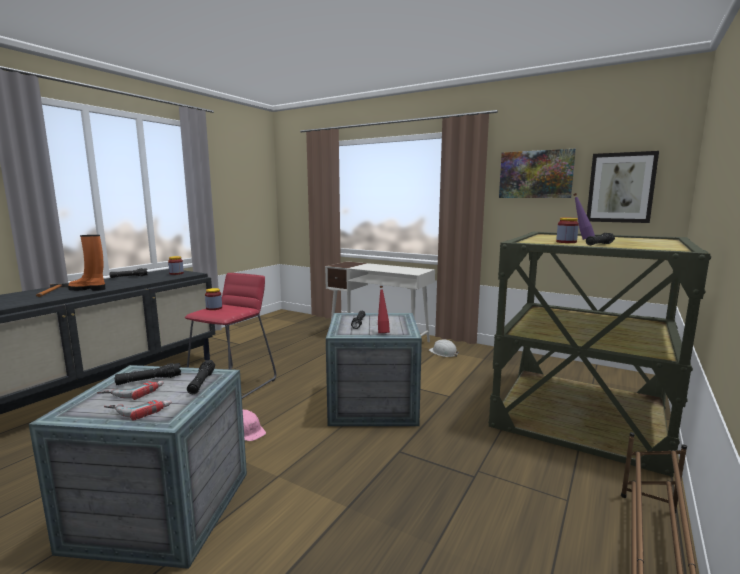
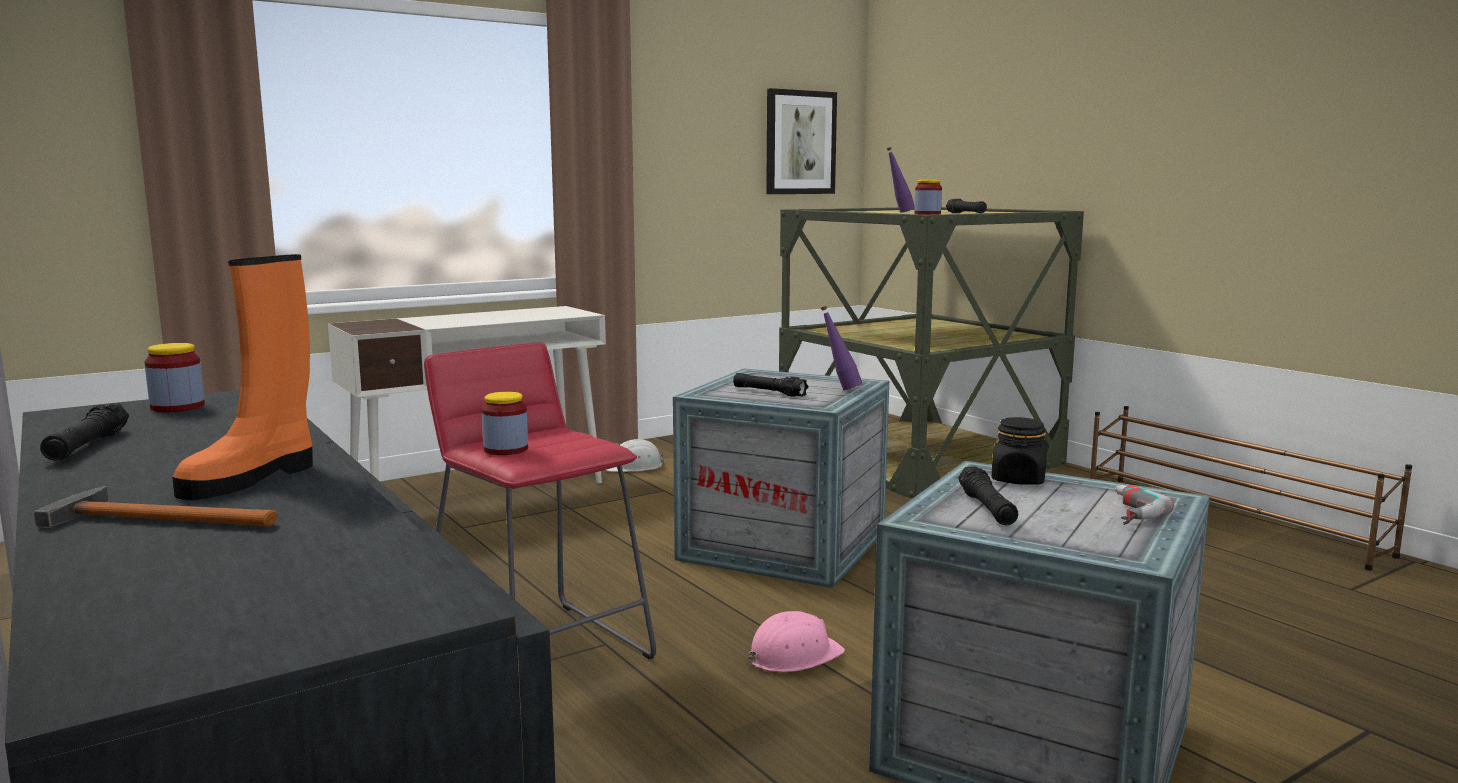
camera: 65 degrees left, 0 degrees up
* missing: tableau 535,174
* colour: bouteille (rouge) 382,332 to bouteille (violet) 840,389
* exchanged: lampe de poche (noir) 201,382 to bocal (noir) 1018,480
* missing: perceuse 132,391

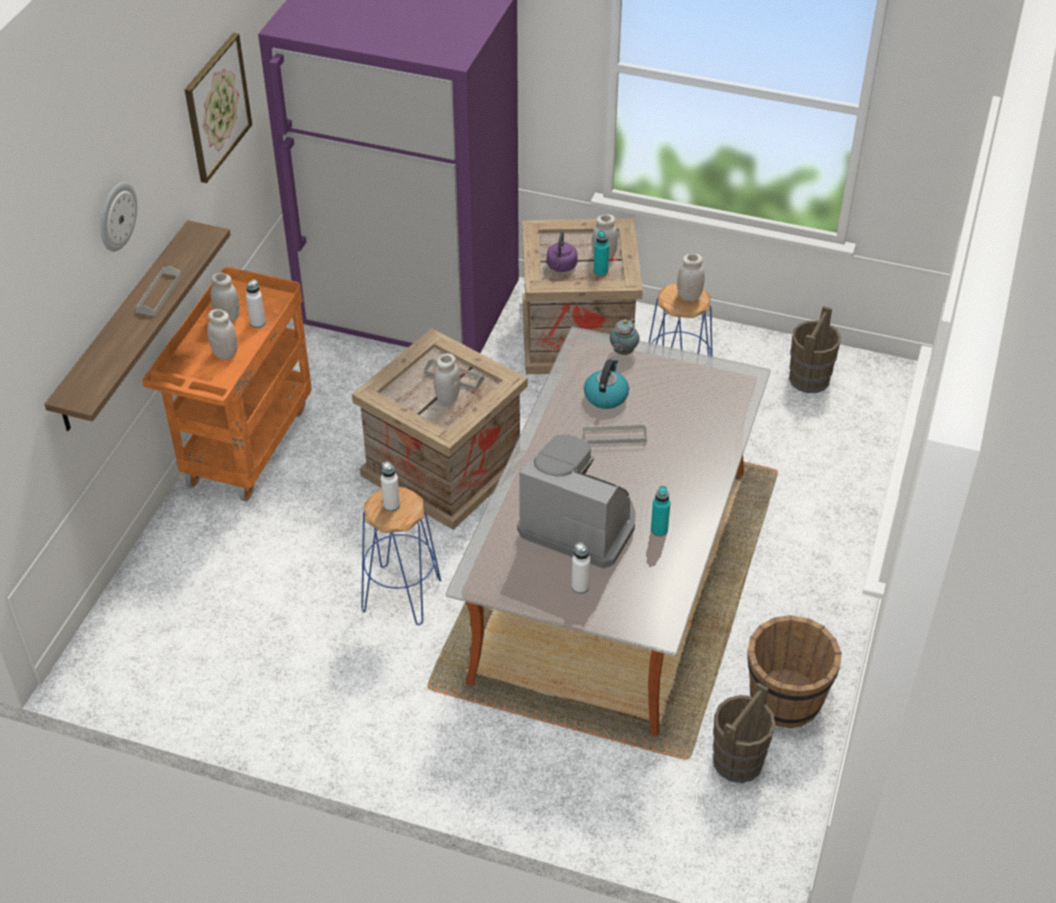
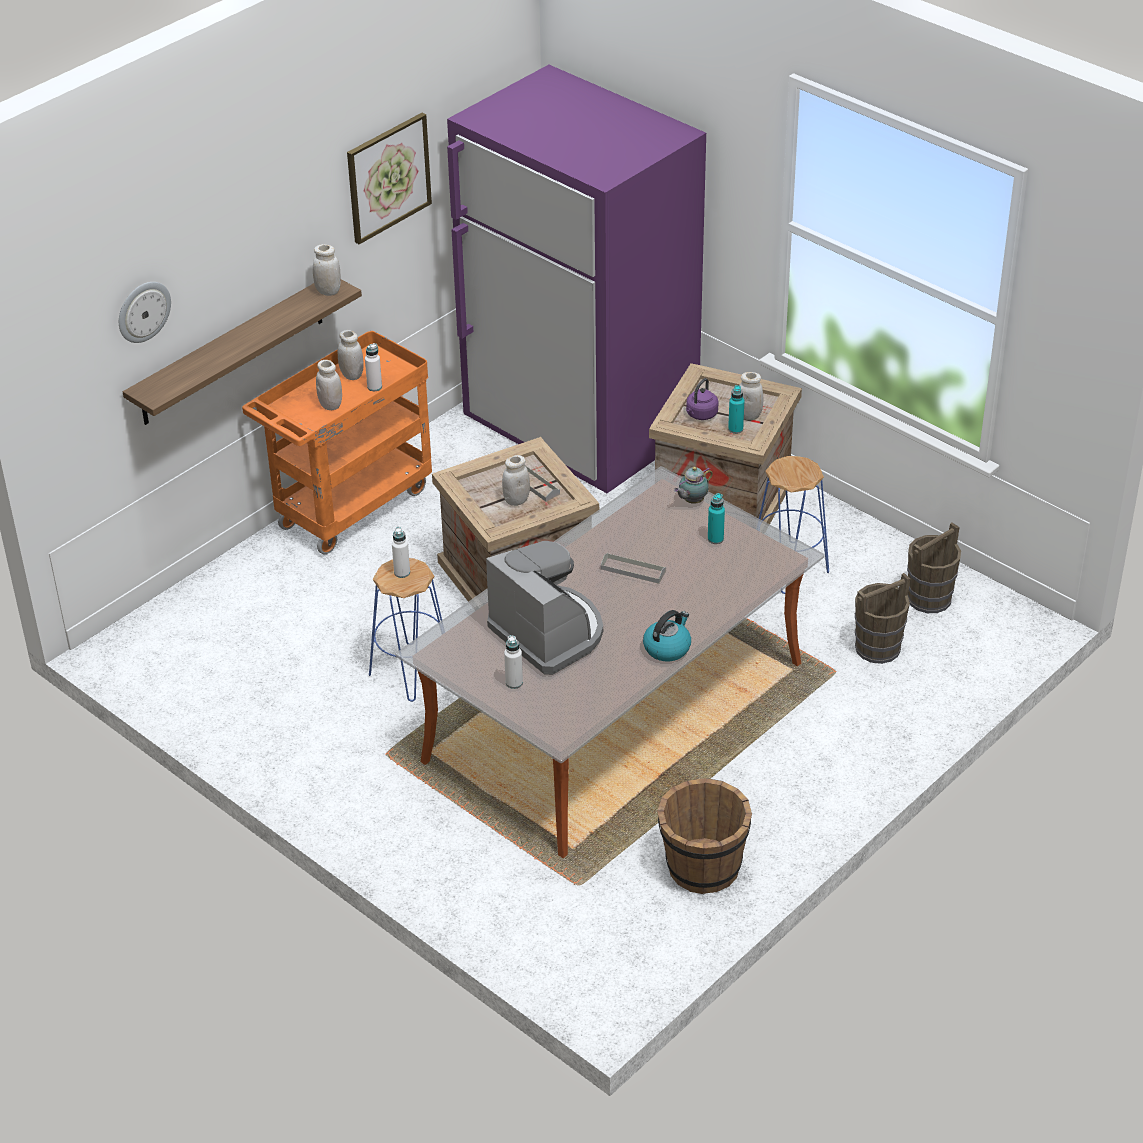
camera: 25 degrees right, 5 degrees down
* relocated: horloge murale 116,216 to 143,311
* relocated: bocal (blanc) 689,296 to 328,291
* missing: plateau (gris) 159,294
* relocated: bouilloire 606,395 to 667,648
* relocated: bouteille (turquoise) 659,530 to 715,539
* relocated: seau (marron) 738,761 to 878,648

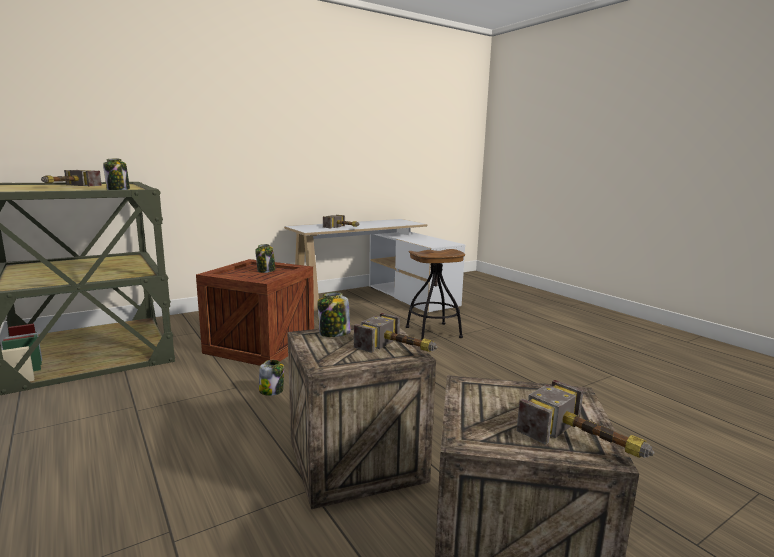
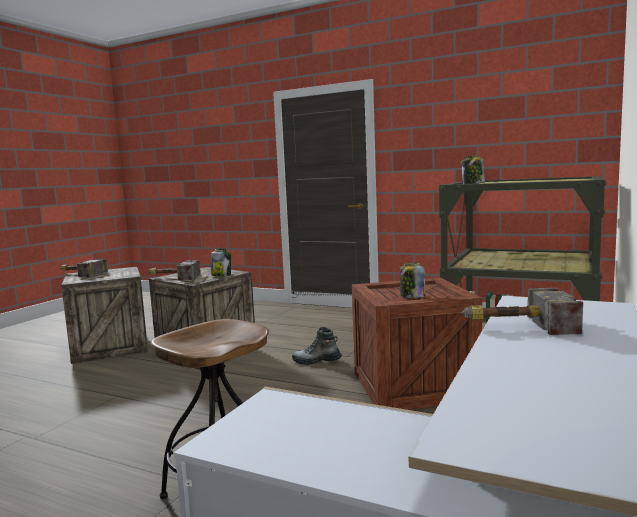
camera: 150 degrees right, 5 degrees down
* missing: marteau 67,186
* exchanged: bocal 272,391 to botte 316,361

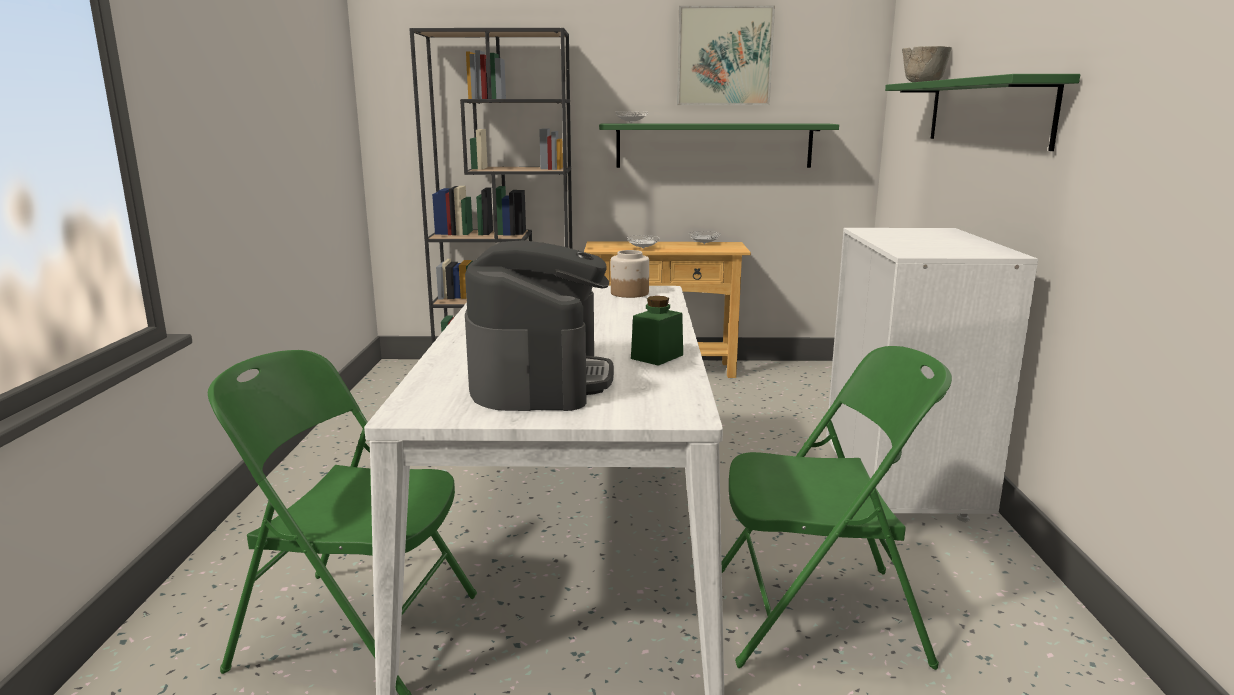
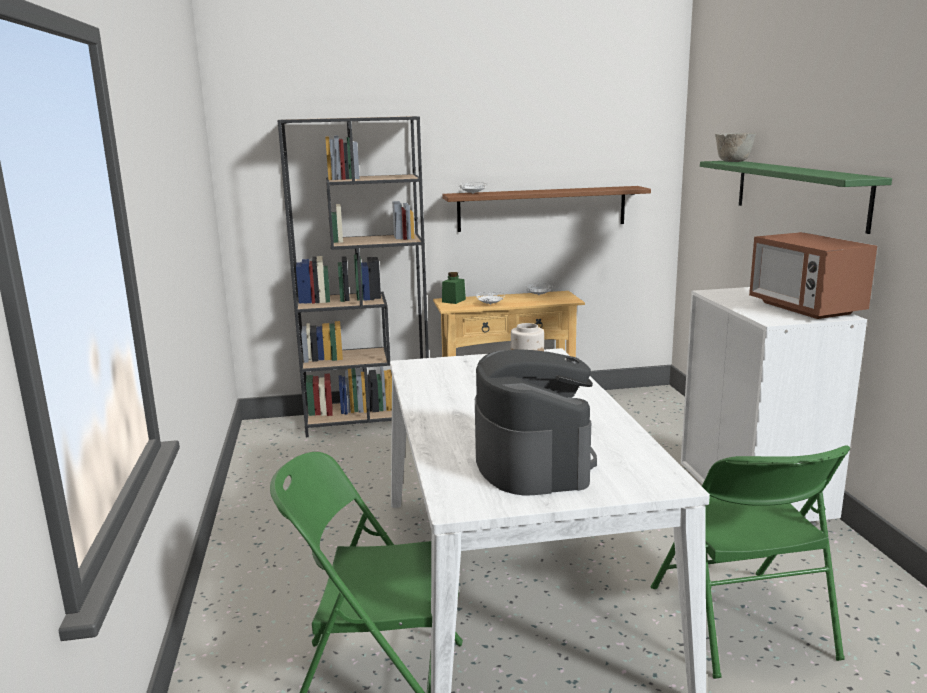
camera: 10 degrees left, 0 degrees up
* missing: tableau 724,56
* colour: étagère (vert) 714,145 to étagère (marron) 542,208
* relocated: bocal (vert) 657,357 to 453,301
* spun: chaise (vert) 817,615 = 739,621 90 degrees clockwise
* appeared: micro-ondes 805,308

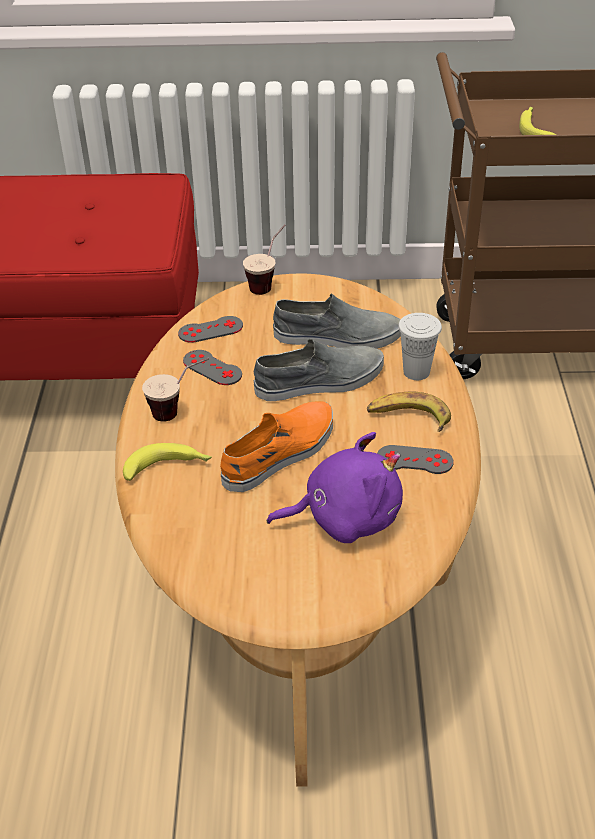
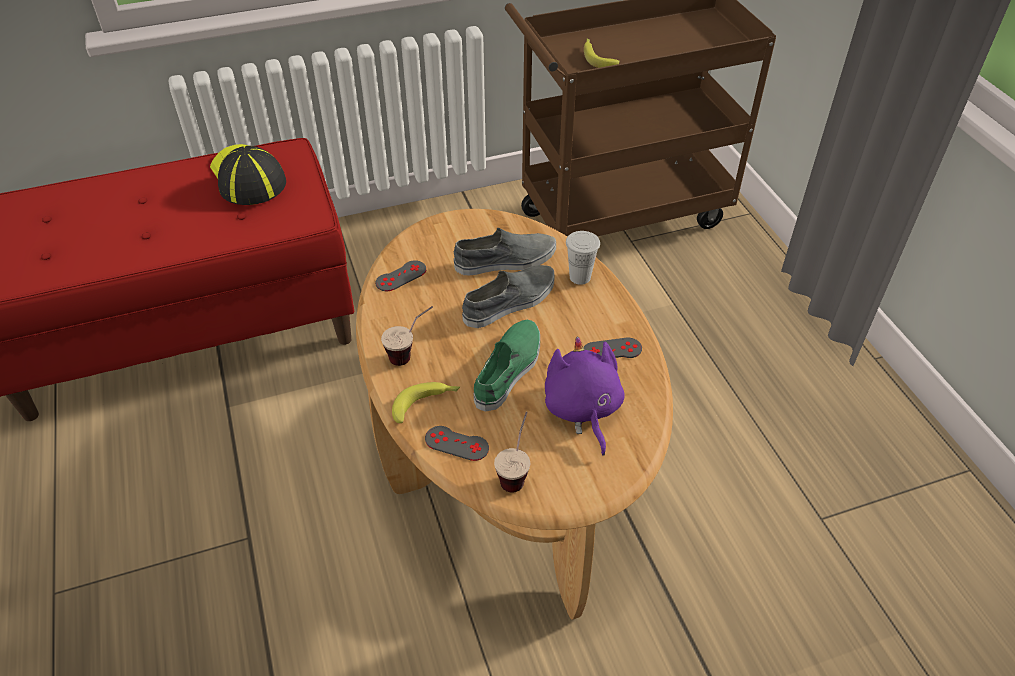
camera: 20 degrees left, 5 degrees up
* relocated: tasse 268,283 to 516,471
* relocated: manette (gris) 212,368 to 456,443
* missing: banane 408,417
* colour: chaussure (orange) 280,453 to chaussure (vert) 508,369
* spun: peluche (violet) 345,517 = 582,410 75 degrees counterclockwise
* appeared: casquette 247,178

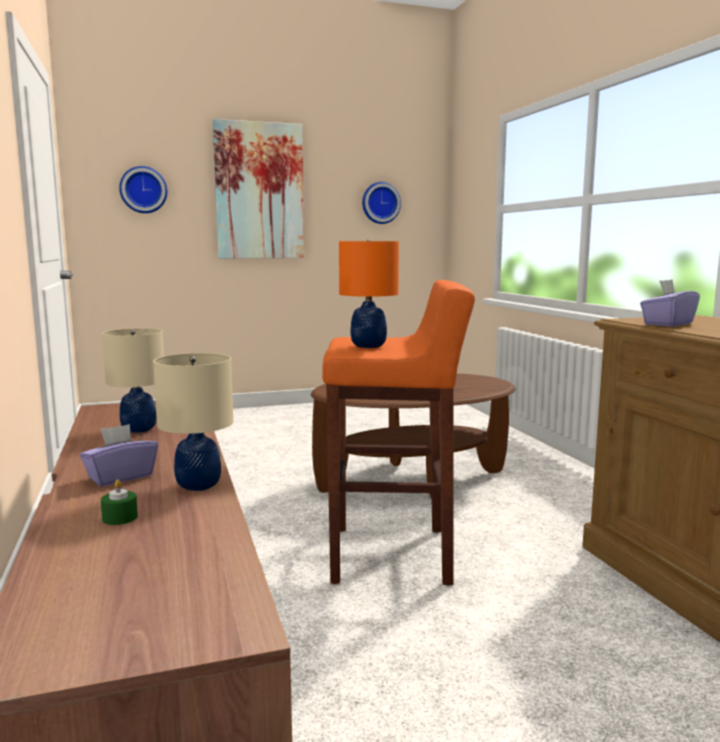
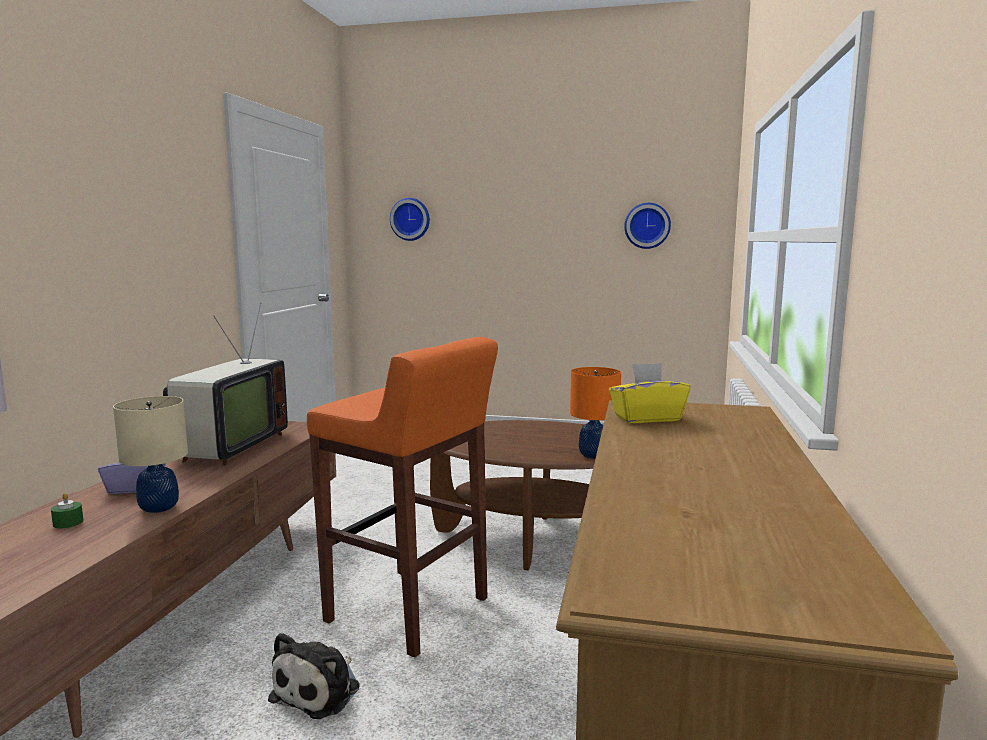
camera: 30 degrees right, 0 degrees up
* missing: tableau 259,191
* relocated: lampe de table (orange) 367,346 to 593,455
* colour: boîte à mouchoirs (violet) 667,324 to boîte à mouchoirs (jaune) 647,418
* exchanged: lampe de table (beige) 137,430 to téléviseur 228,447
* appeared: peluche 319,691

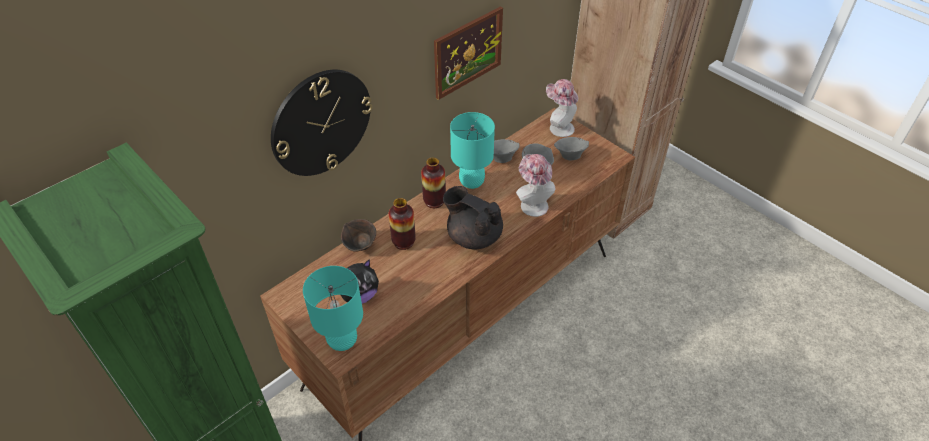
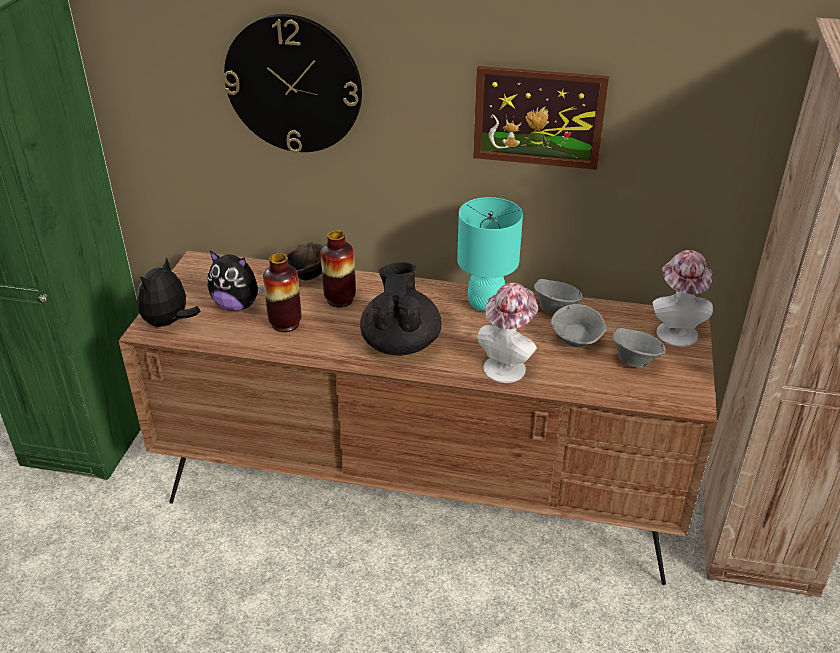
camera: 55 degrees right, 10 degrees down
* relocated: vase 434,201 to 285,324
* exchanged: lampe de table (turquoise) 344,341 to peluche 169,323

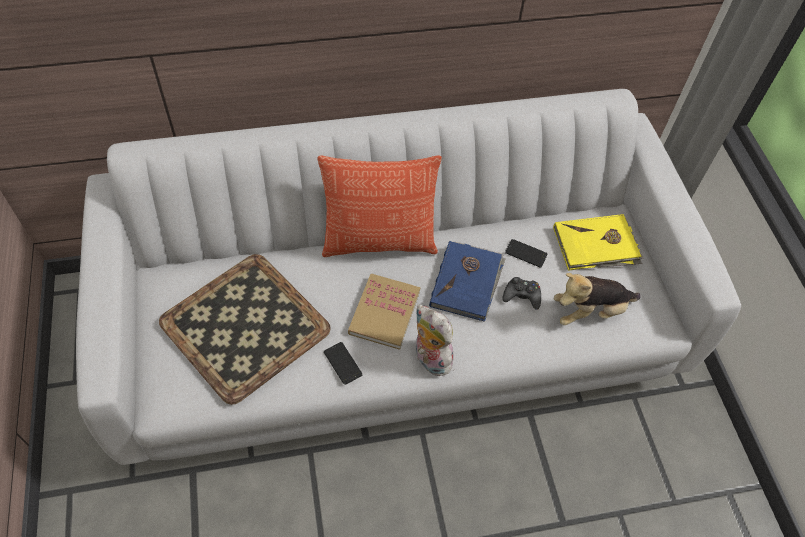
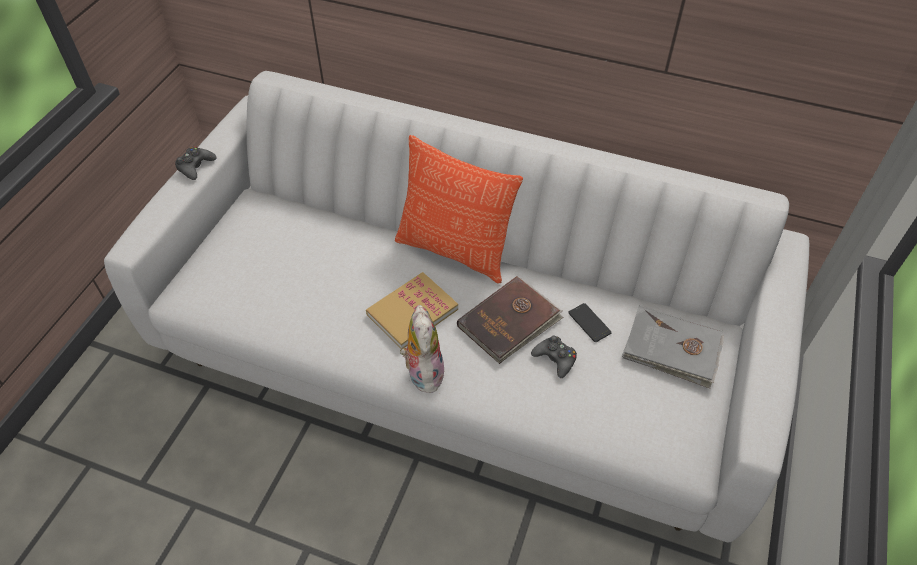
camera: 35 degrees right, 5 degrees down
* colour: livre (jaune) 596,245 to livre (gris) 672,349
* colour: livre (bleu) 467,282 to livre (marron) 510,322
* missing: plateau 243,326
* missing: peluche 590,311
* missing: téléphone 342,363
* appeared: manette (noir) 195,166

